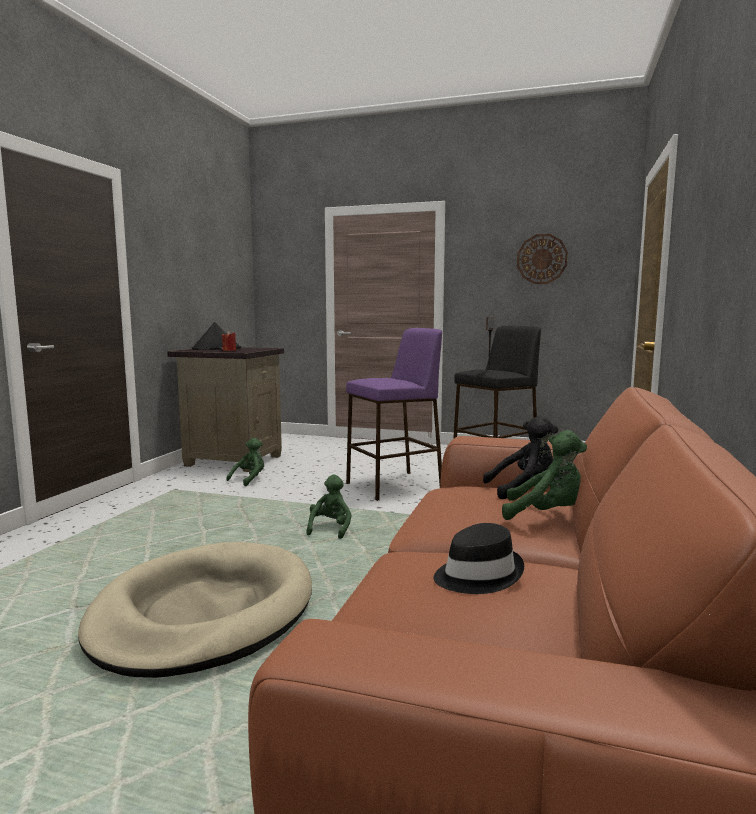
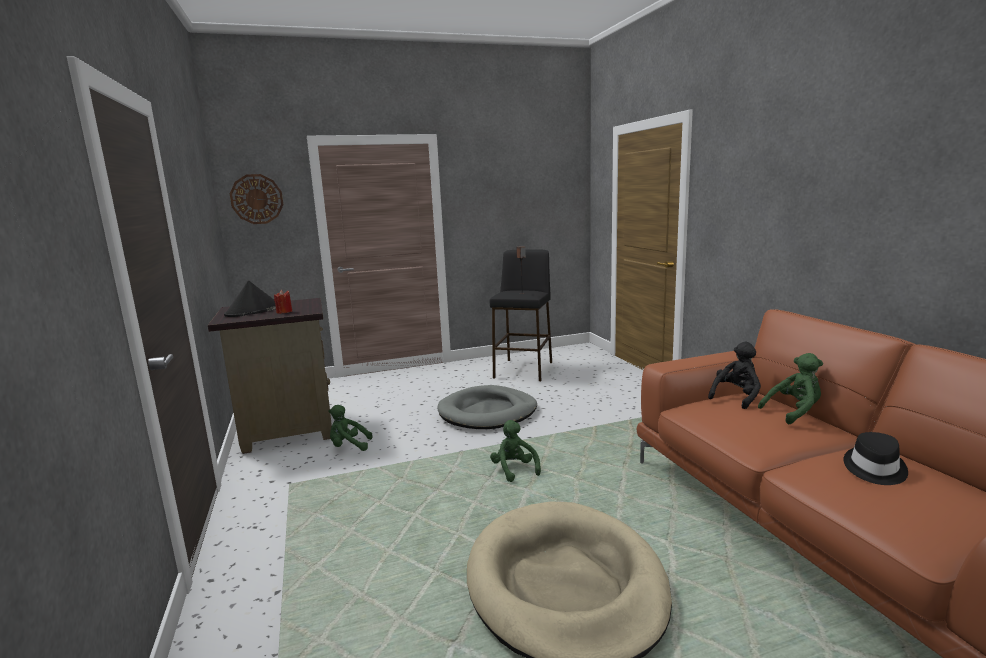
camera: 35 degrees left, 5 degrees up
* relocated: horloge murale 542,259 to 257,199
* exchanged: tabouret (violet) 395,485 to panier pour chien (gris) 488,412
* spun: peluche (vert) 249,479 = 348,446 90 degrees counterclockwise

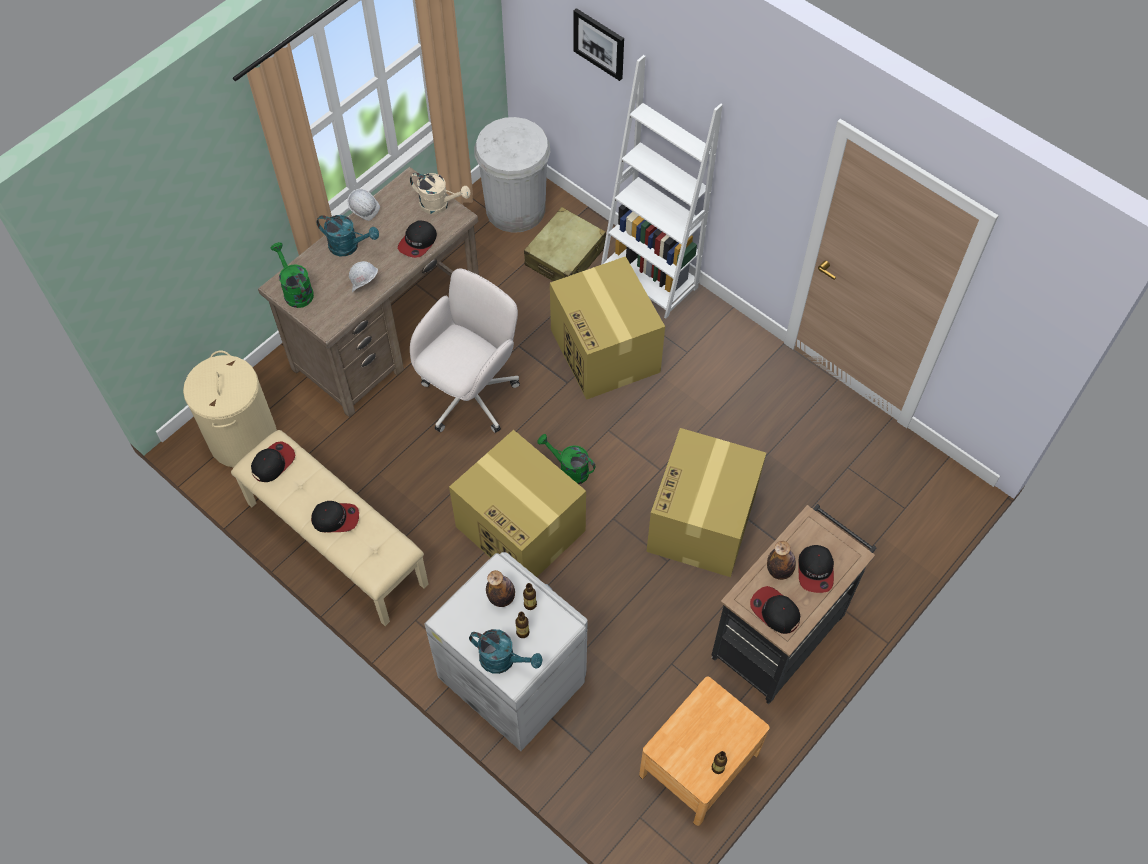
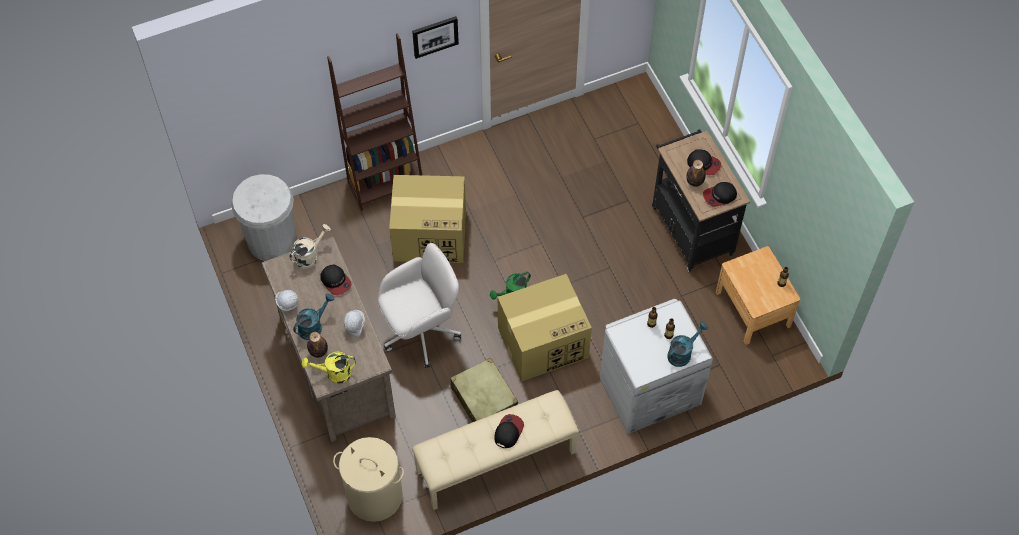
camera: 65 degrees left, 0 degrees up
* relocated: tableau 599,43 to 435,36
* colour: bibliothèque (blanc) 649,279 to bibliothèque (marron) 385,184
* relocated: valise (beige) 565,257 to 484,399
* colour: arrosoir (vert) 296,290 to arrosoir (jaune) 334,373
* spun: chaise de bureau (blanc) 470,397 = 421,333 90 degrees clockwise
* missing: carton 701,524
* missing: casquette 273,463
* relocated: bouteille 501,598 to 318,352

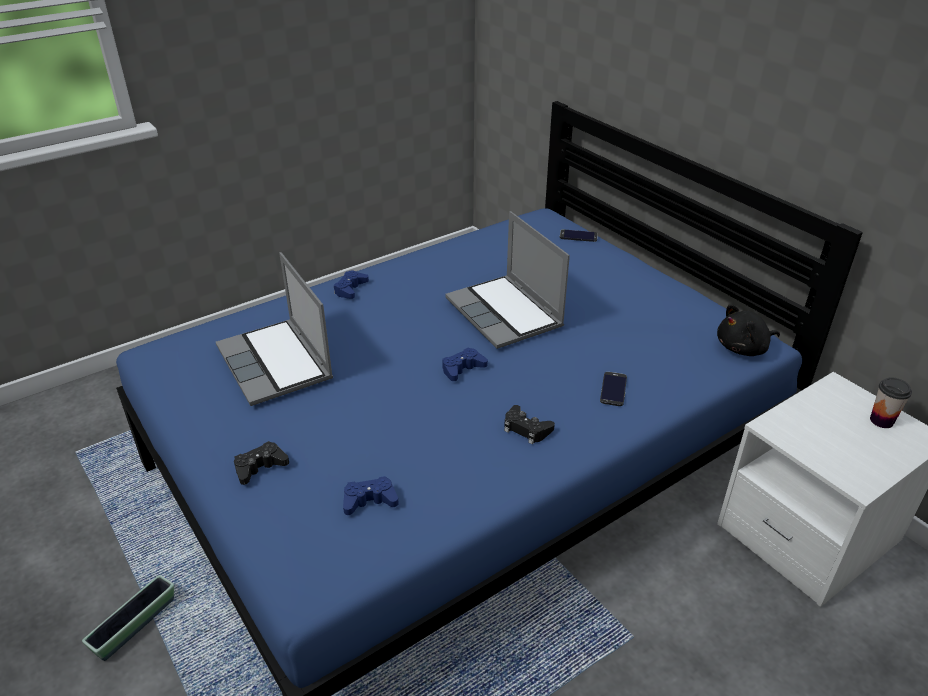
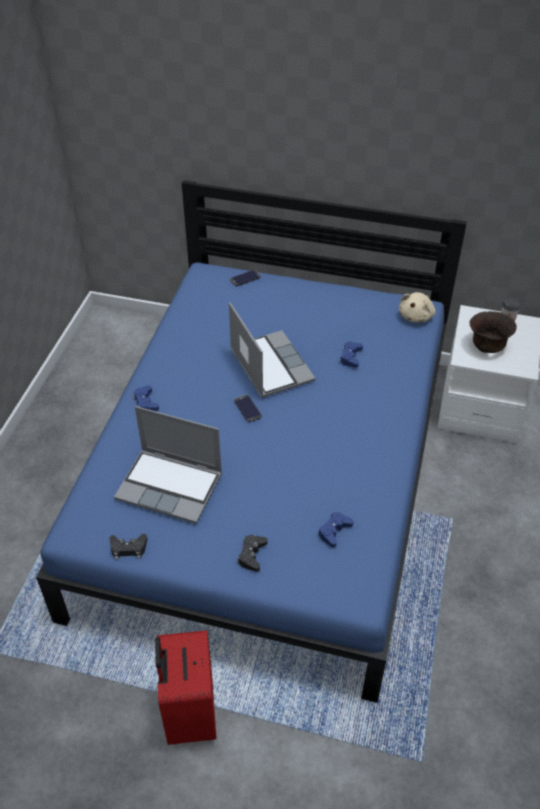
camera: 40 degrees left, 10 degrees up
* spun: ordinateur portable 506,314 = 269,365 135 degrees counterclockwise
* colour: peluche (noir) 743,348 to peluche (beige) 416,316
* relocated: manette (bleu) 462,369 to 350,357
* relocated: téléphone 613,389 to 247,408
* relocated: manette (noir) 526,429 to 128,548
* exchanged: cache-pot 135,625 to valise (rouge) 189,714
* appeared: bol (marron) 487,347

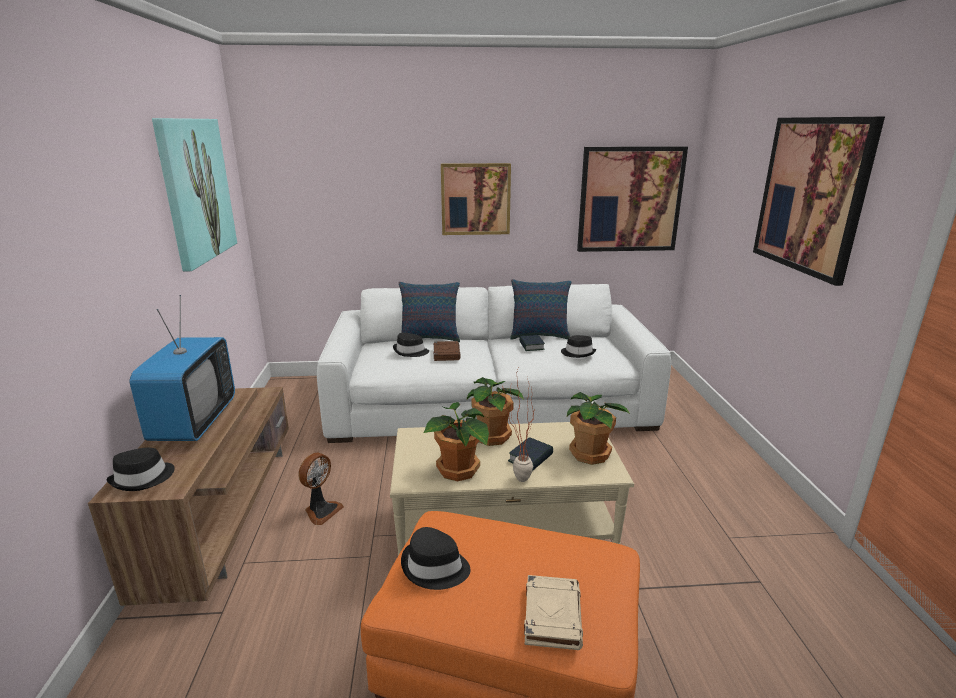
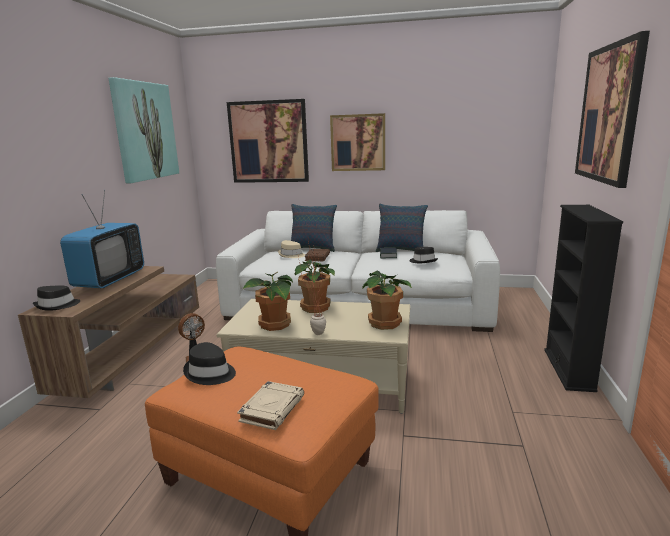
camera: 15 degrees right, 5 degrees down
* relocated: tableau 630,200 to 268,142
* colour: chapeau (noir) 410,352 to chapeau (beige) 291,255
* missing: livre 531,458
* appeared: bibliothèque (noir) 568,369

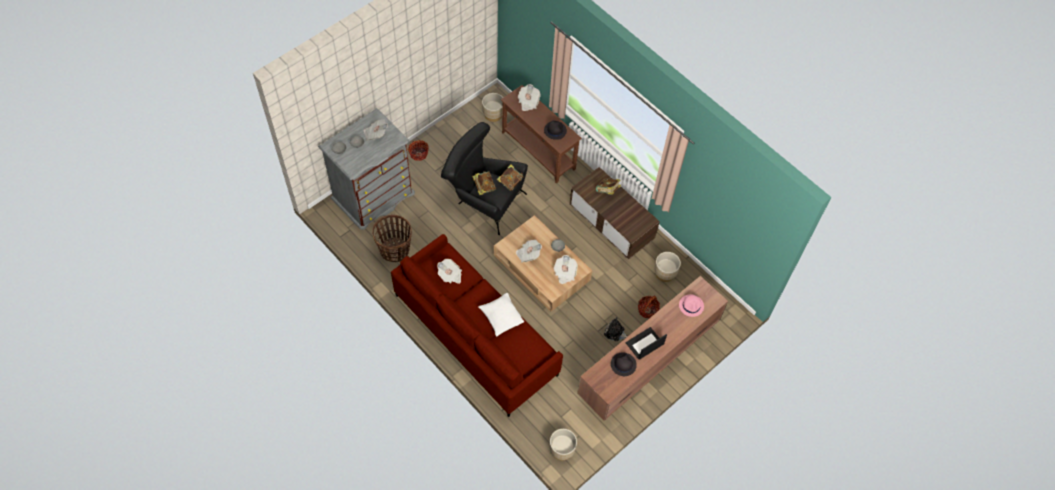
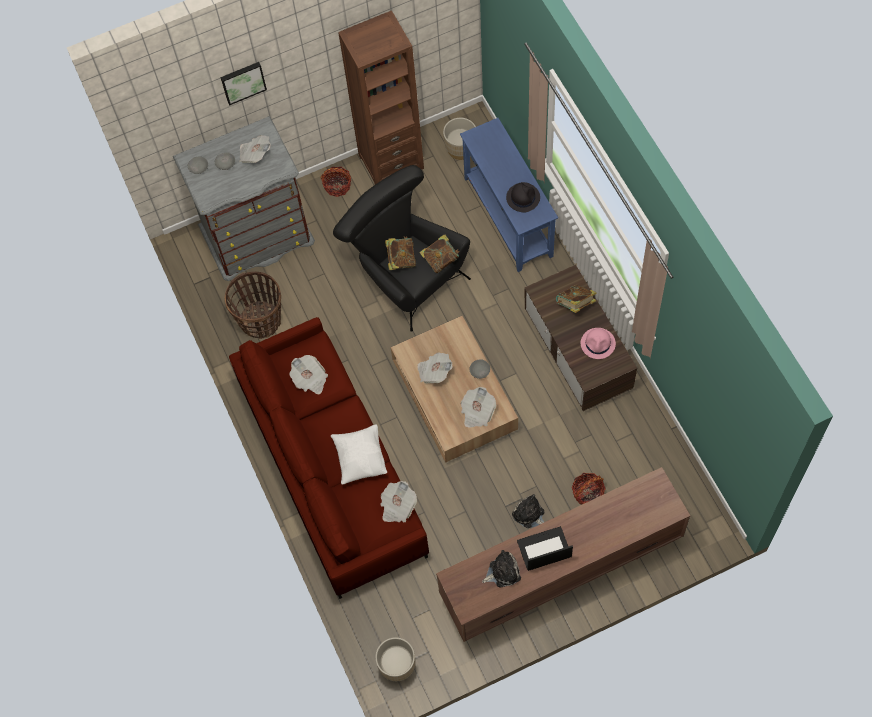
camera: 25 degrees right, 5 degrees up
* relocated: journal 528,102 to 397,506
* colour: table console (marron) 539,151 to table console (bleu) 509,217
* missing: cache-pot (beige) 664,273
* relocated: chapeau (rose) 691,305 to 598,343
* exchanged: chapeau (noir) 623,364 to peluche 502,572
* appeared: bibliothèque (marron) 391,162
* appeared: tableau 243,81

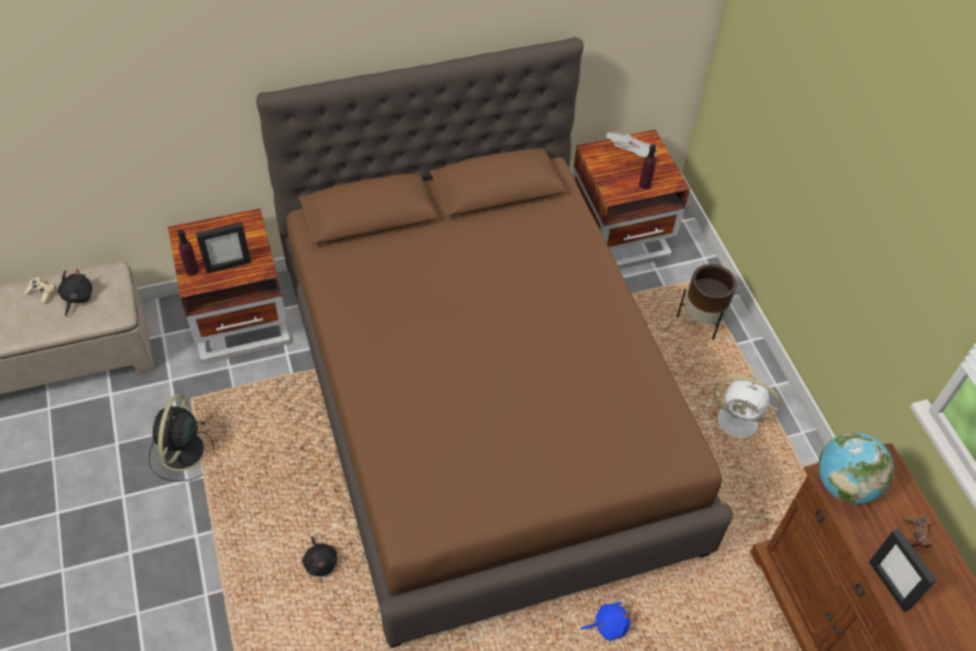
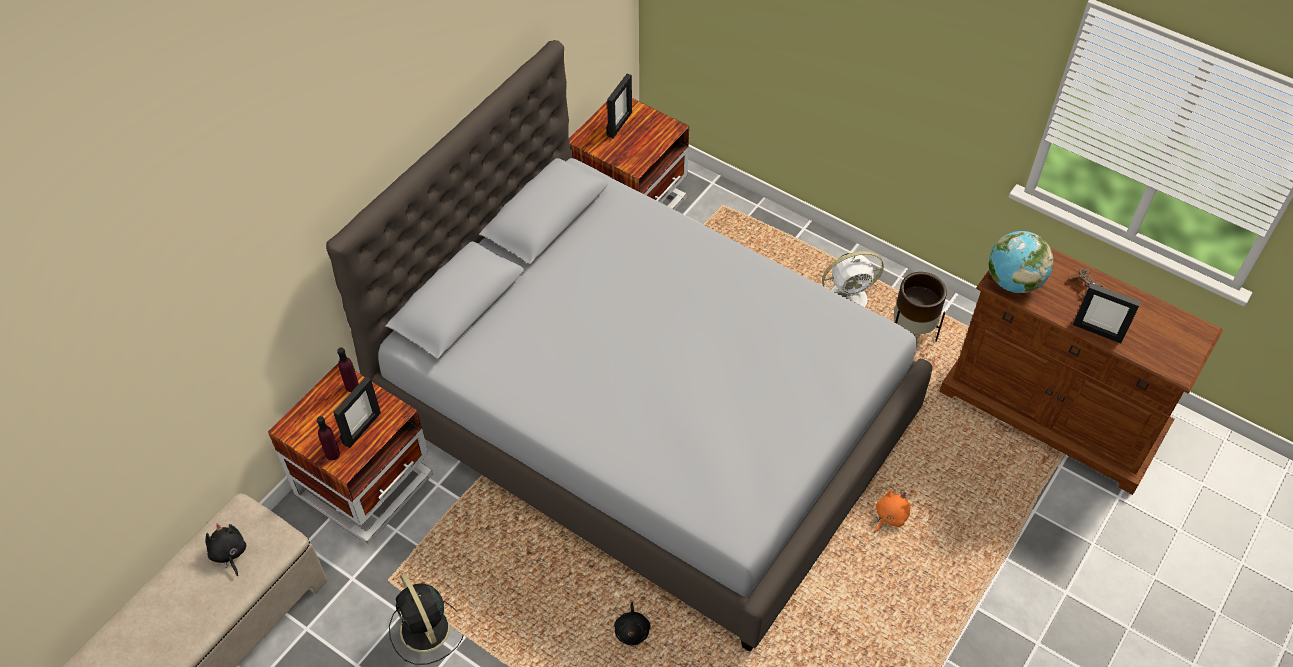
camera: 35 degrees left, 0 degrees up
* colour: lit (marron) 483,403 to lit (gris) 645,414
* exchanged: journal 632,155 to cadre photo 619,124
* relocated: bouteille (violet) 644,185 to 352,386
* relocated: cache-pot (marron) 701,321 to 912,331
* missing: manette (beige) 42,293
* spun: peluche (noir) 320,562 = 632,630 60 degrees clockwise
* colour: peluche (bleu) 608,625 to peluche (orange) 889,517

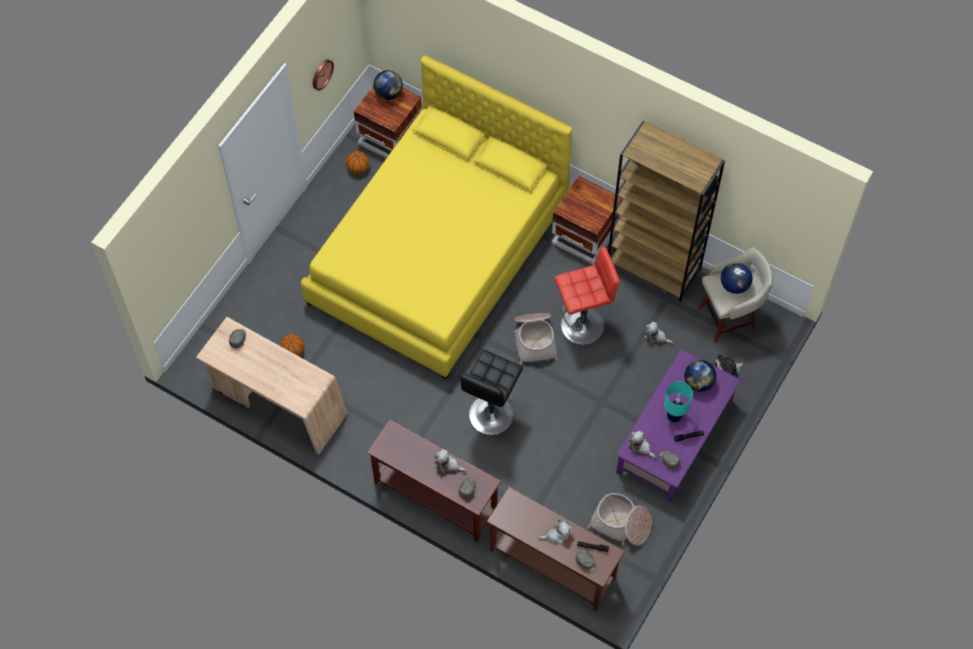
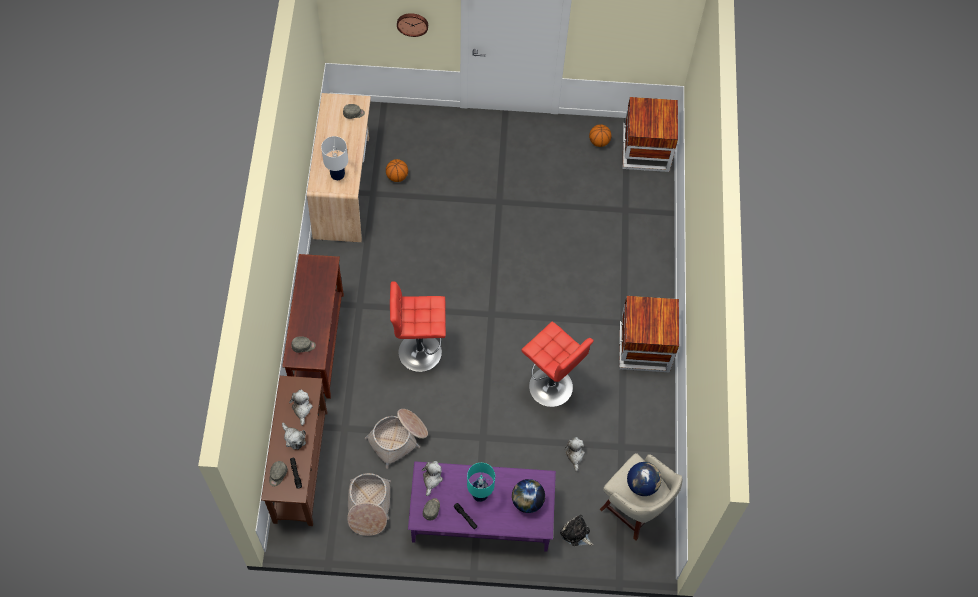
camera: 60 degrees right, 0 degrees up
* missing: lit (jaune) 438,253
* relocated: horloge murale 321,74 to 412,23
* missing: globe 388,93
* missing: bibliothèque (marron) 654,266
* relocated: panier 534,339 to 398,439
* colour: tabouret (noir) 490,415 to tabouret (rouge) 419,351
* relocated: peluche 448,465 to 302,409
* appeared: lampe de table (blanc) 338,175

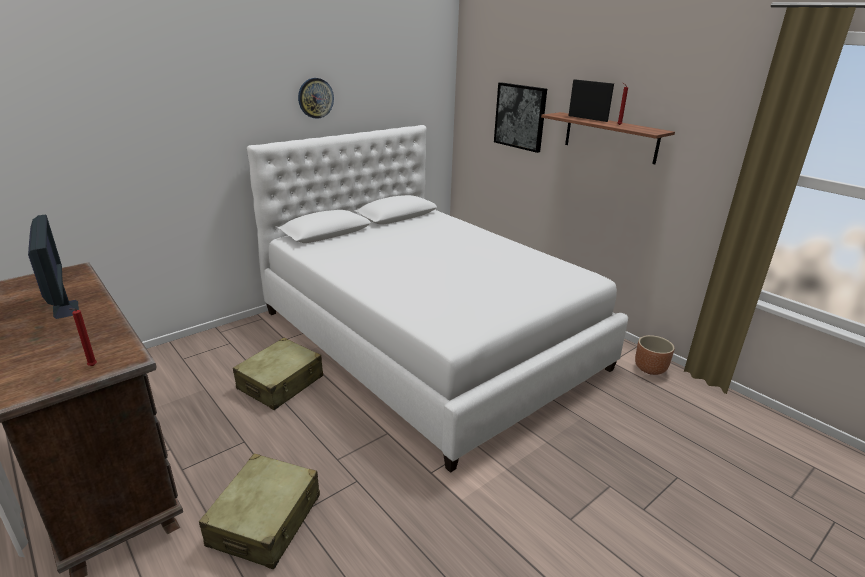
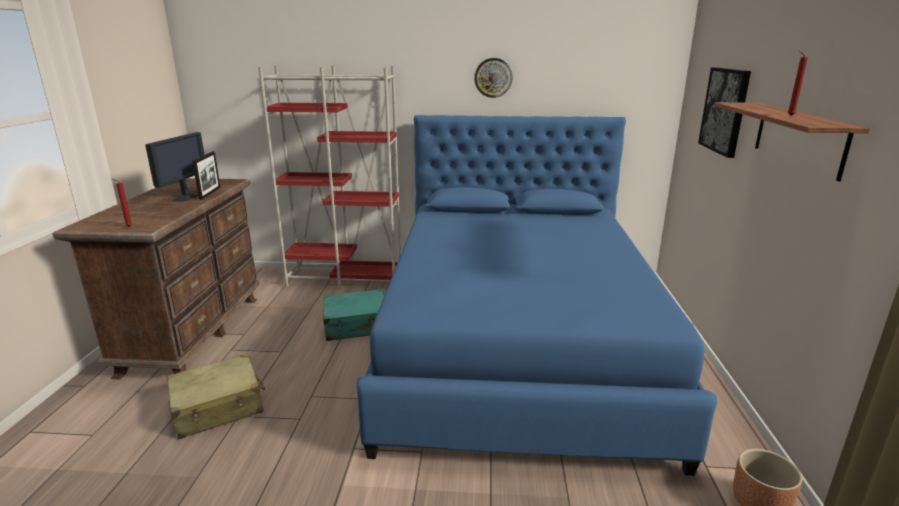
camera: 45 degrees right, 5 degrees down
* relocated: cadre photo 587,118 to 210,193
* colour: lit (blanc) 428,339 to lit (bleu) 517,344
* colour: valise (beige) 281,383 to valise (turquoise) 357,325
* appeared: bibliothèque (rouge) 345,280

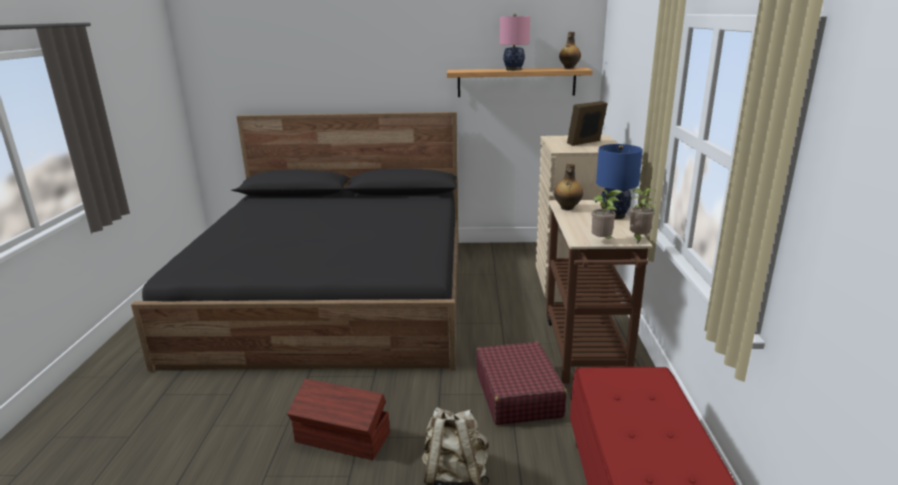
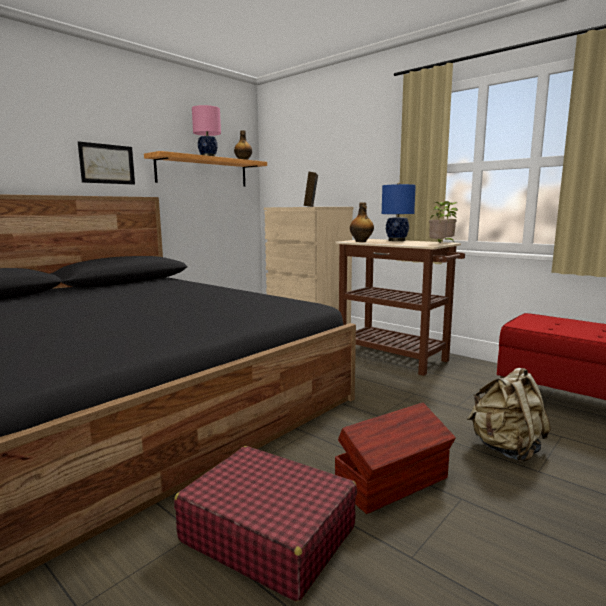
camera: 50 degrees left, 10 degrees down
* relocated: valise (rouge) 518,394 to 267,533
* appeared: tableau 107,164

